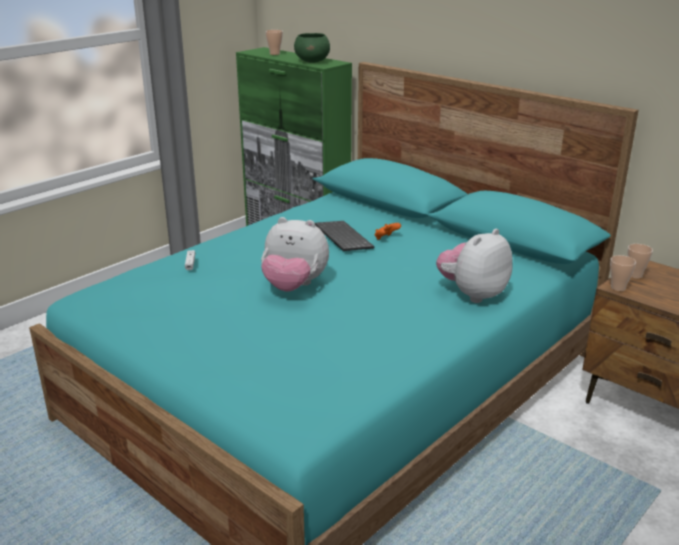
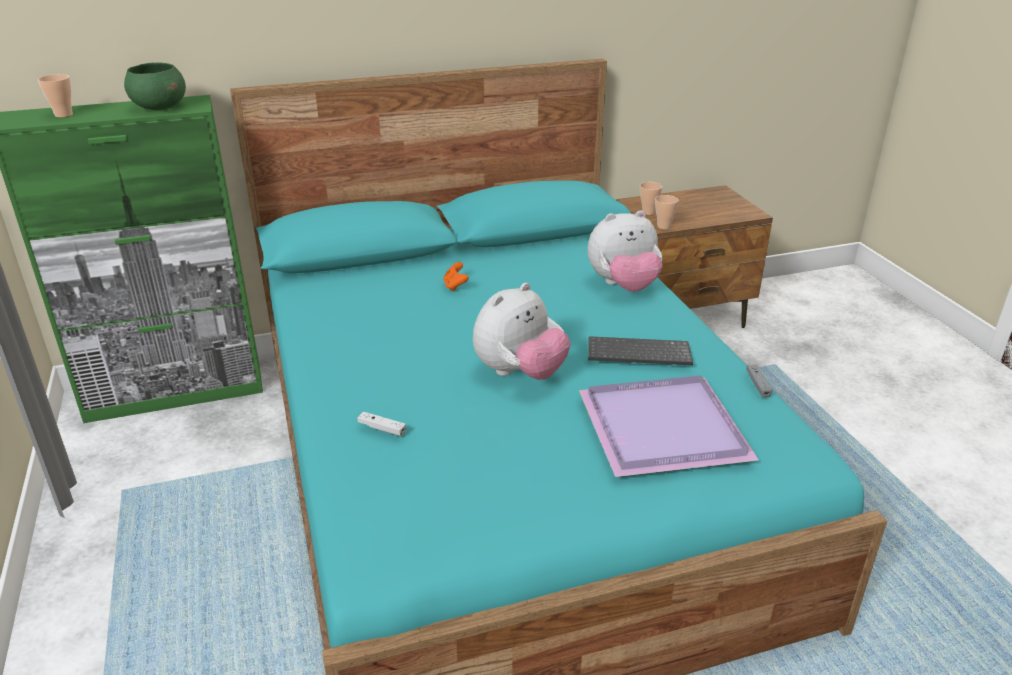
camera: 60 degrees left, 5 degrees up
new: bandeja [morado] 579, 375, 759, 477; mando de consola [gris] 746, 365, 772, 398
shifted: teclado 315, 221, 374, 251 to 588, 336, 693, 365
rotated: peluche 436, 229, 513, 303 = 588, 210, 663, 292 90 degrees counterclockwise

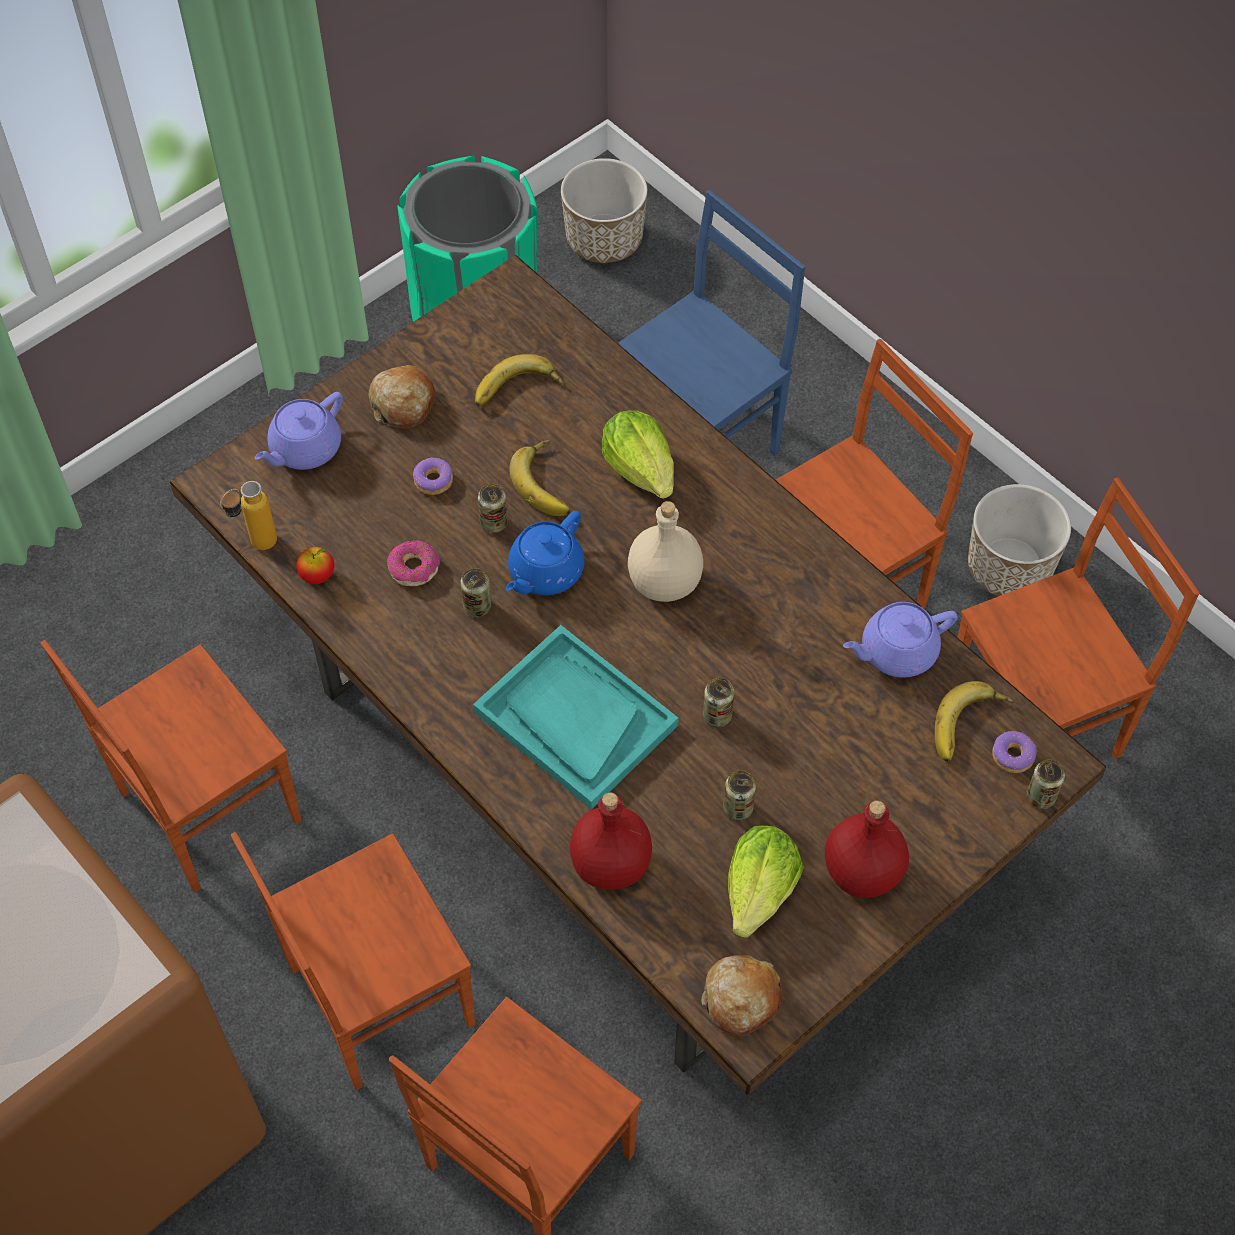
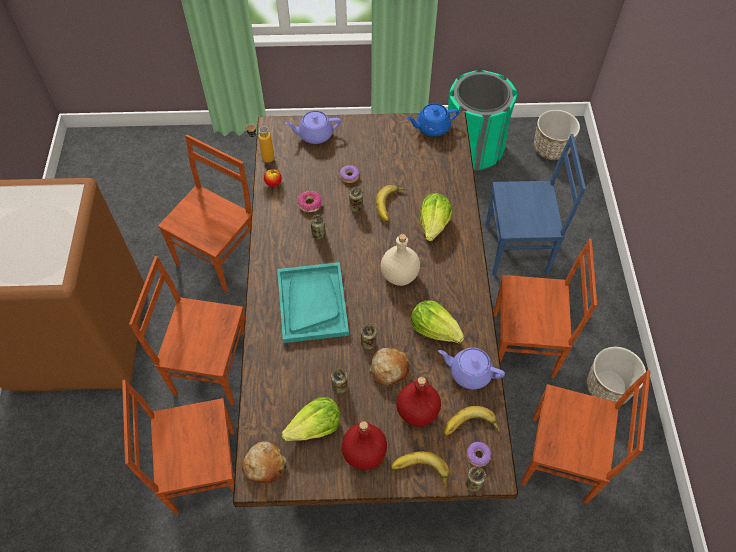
camera: 40 degrees right, 0 degrees up
new: lechuga 411, 300, 464, 343
shifted: pan 368, 365, 435, 428 to 370, 348, 409, 386; plátano 475, 354, 563, 406 to 391, 451, 449, 489; tetera [azul] 506, 511, 585, 595 to 406, 103, 459, 137; botella [rojo] 570, 792, 652, 890 to 396, 377, 441, 427
rotated: silla [marrón] 41, 640, 302, 892 = 158, 135, 252, 293 120 degrees clockwise

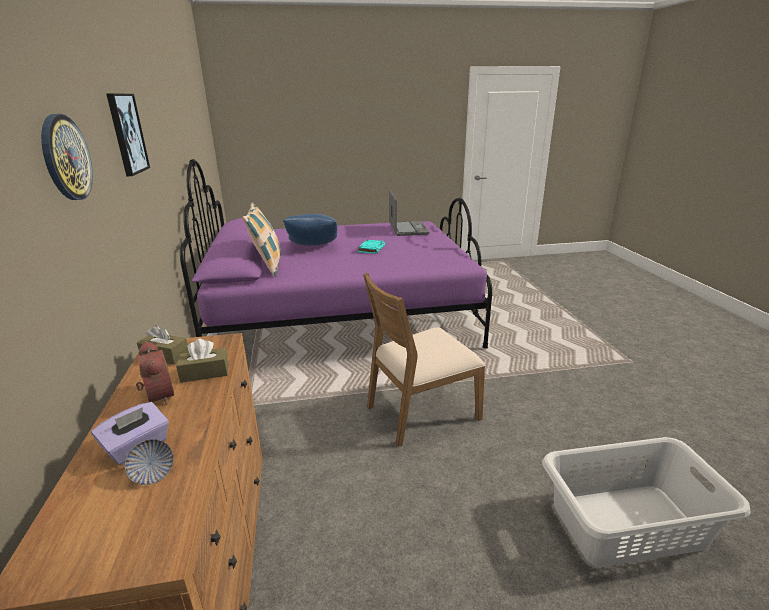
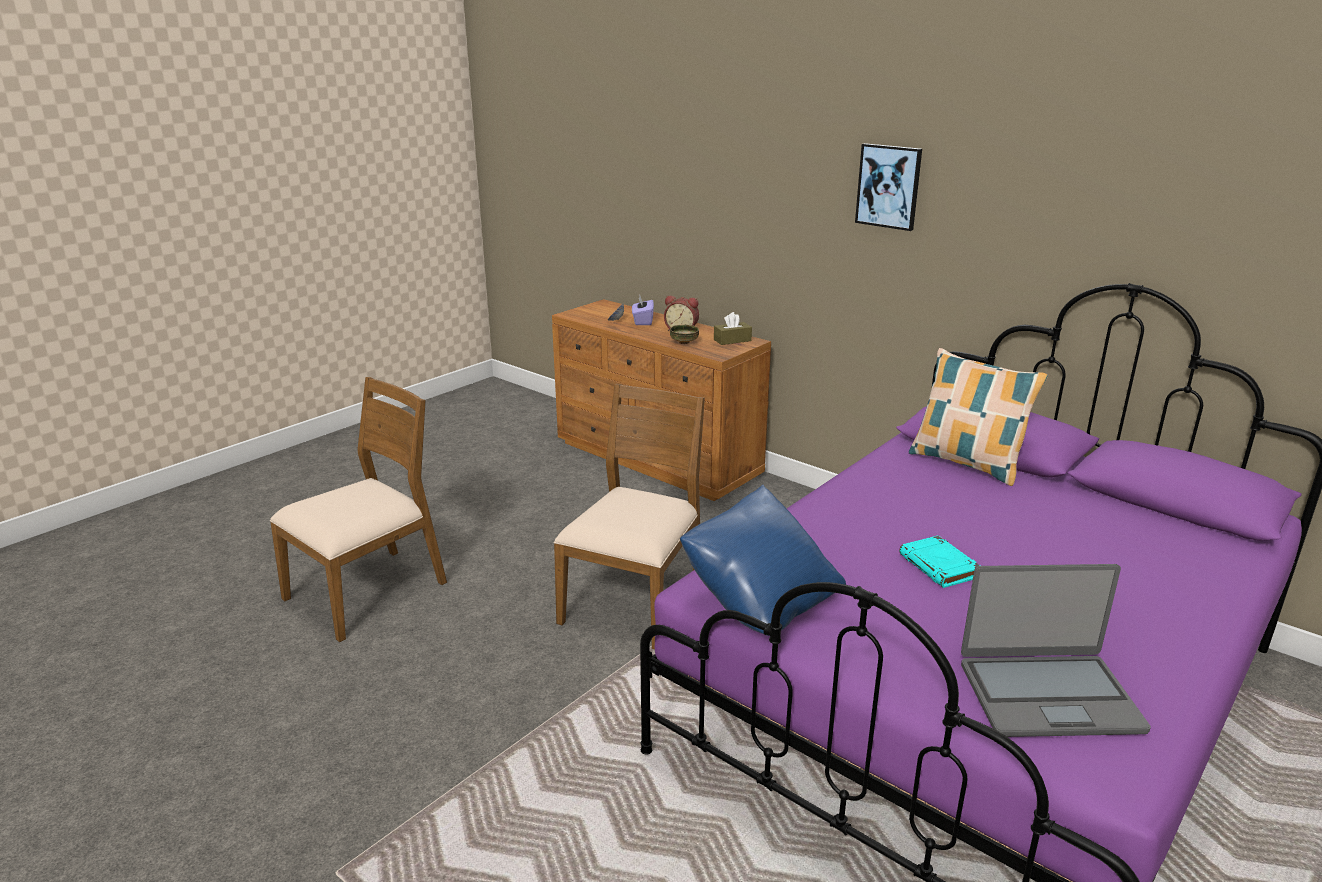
camera: 140 degrees right, 0 degrees up
gone: reloj de pared 41, 114, 93, 200
shifted: cojín [azul] 283, 214, 337, 246 to 680, 485, 846, 636
swapped: caja de pañuelos [marrón] 176, 339, 229, 383 to cuenco 670, 324, 699, 344; cesto de la ropa [gris] 542, 437, 750, 567 to silla [marrón] 270, 377, 447, 642
rotated: portátil 389, 191, 430, 236 = 961, 564, 1151, 737 45 degrees counterclockwise

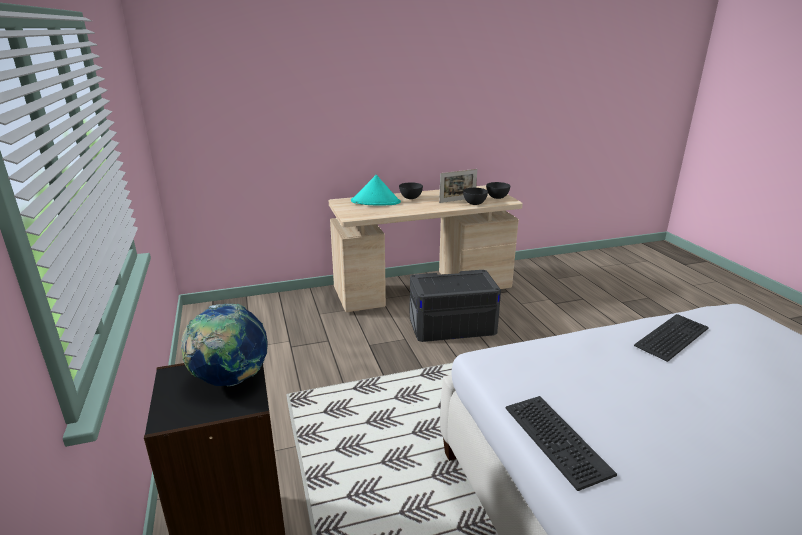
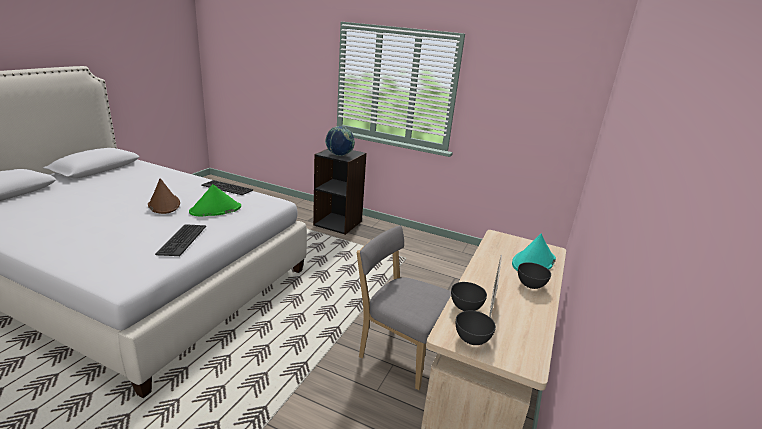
camera: 130 degrees right, 0 degrees up
new: sombrero [marrón] 148, 179, 180, 214; sombrero [verde] 189, 184, 241, 217
swapped: caja de almacenaje [gris] 410, 270, 501, 342 to silla [gris] 357, 226, 451, 390

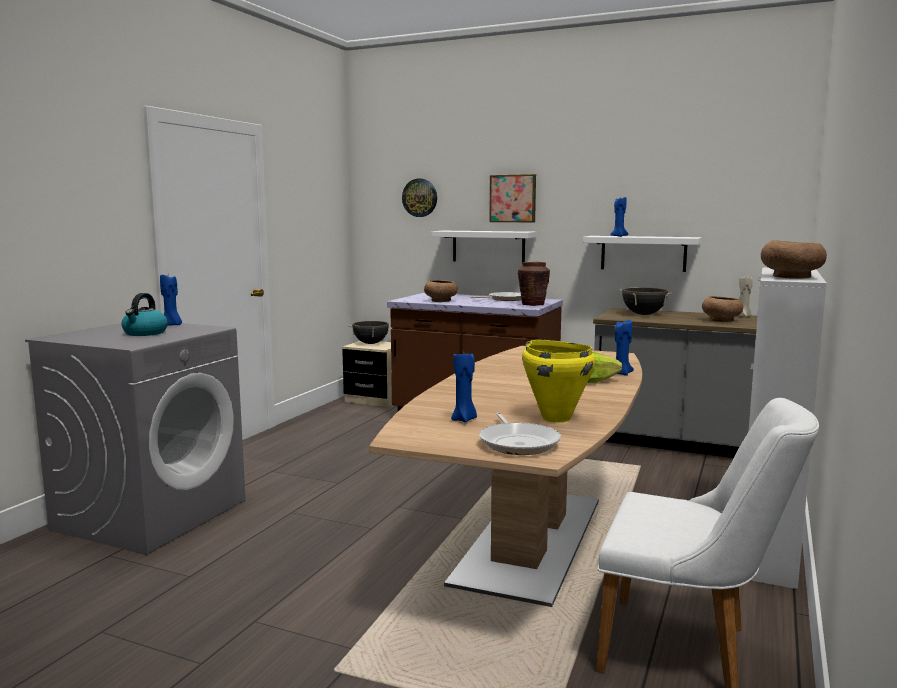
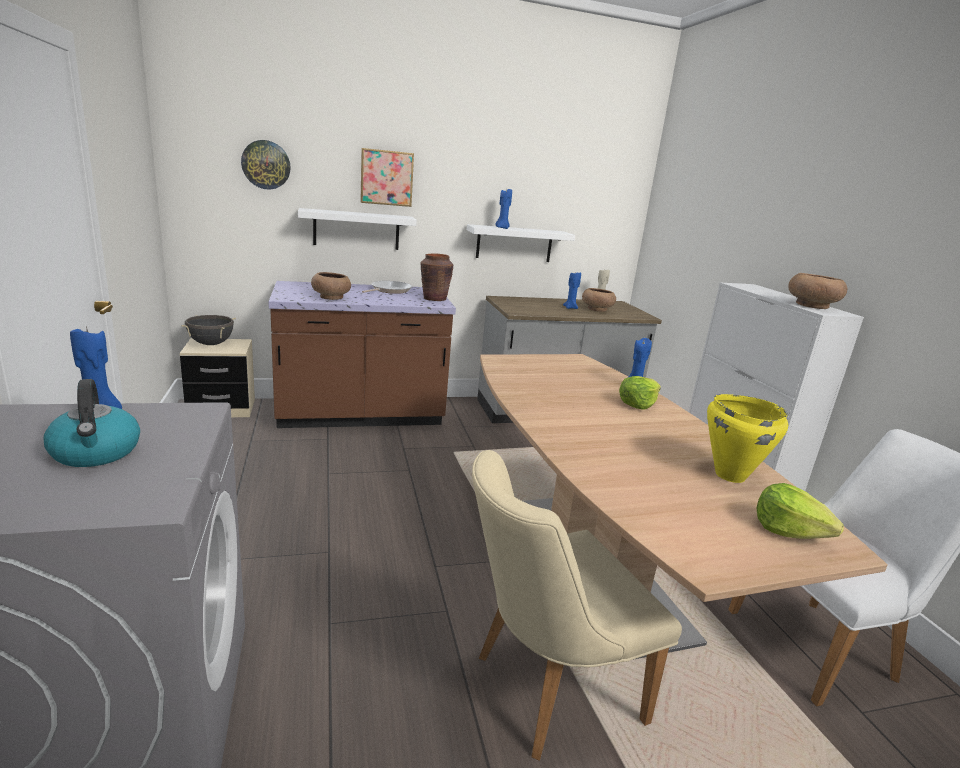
camera: 40 degrees left, 10 degrees up
gone: olla [negro] 619, 288, 672, 315
new: silla [beis] 472, 450, 682, 761
shifted: vela [azul] 451, 354, 477, 422 to 563, 272, 581, 309
swapped: sartén 479, 413, 561, 455 to lechuga 756, 483, 844, 539

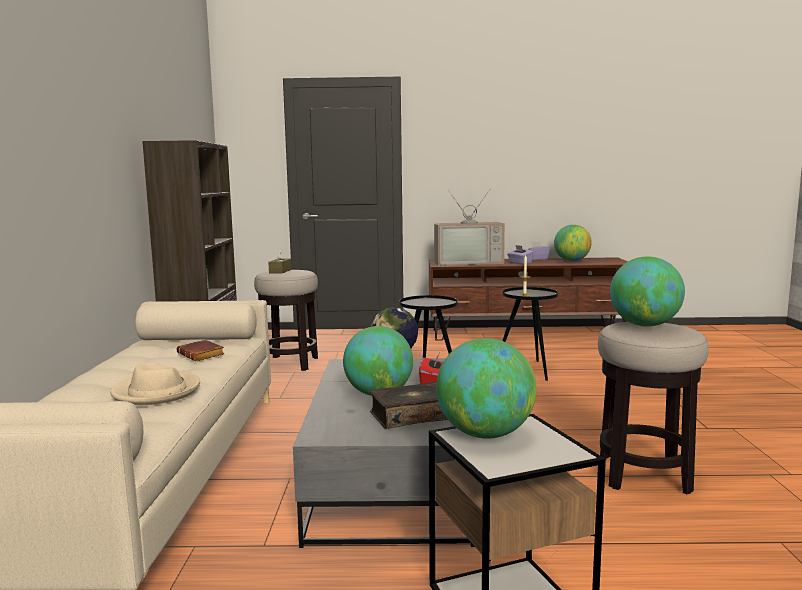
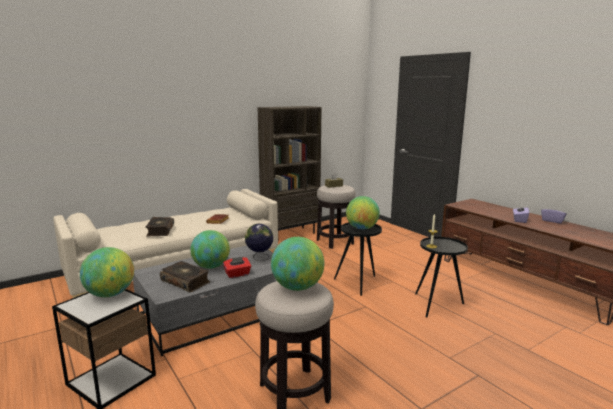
camera: 55 degrees right, 5 degrees up
gone: televisor 434, 190, 505, 266
shifted: globo terráqueo 554, 225, 592, 261 to 346, 196, 380, 229
swapped: sombrero [beis] 110, 363, 200, 406 to libro 146, 217, 174, 236

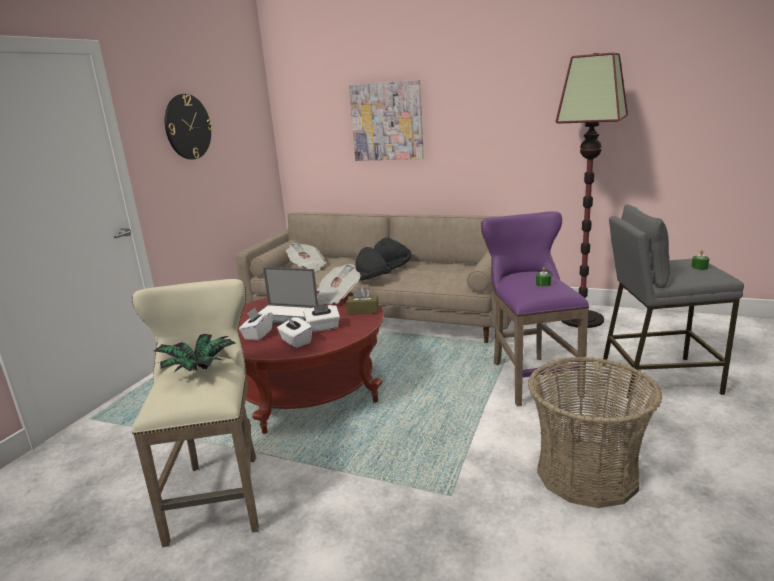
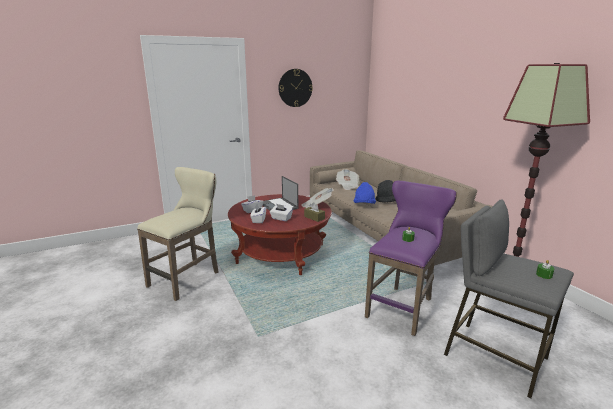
camera: 40 degrees right, 0 degrees up
gone: planta en maceta 154, 334, 235, 372; cuadro 349, 80, 424, 161; cesta 528, 357, 662, 508
repainted: sombrero [negro] 355, 247, 391, 280 to sombrero [azul] 354, 182, 376, 204

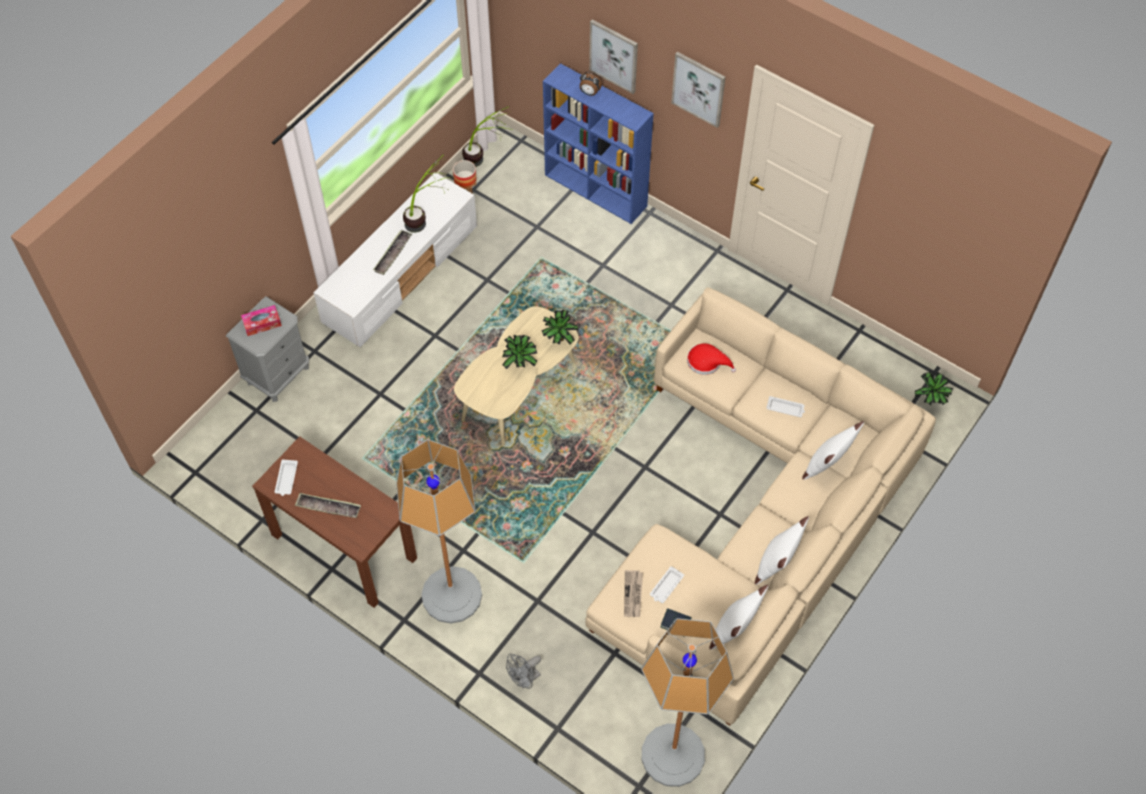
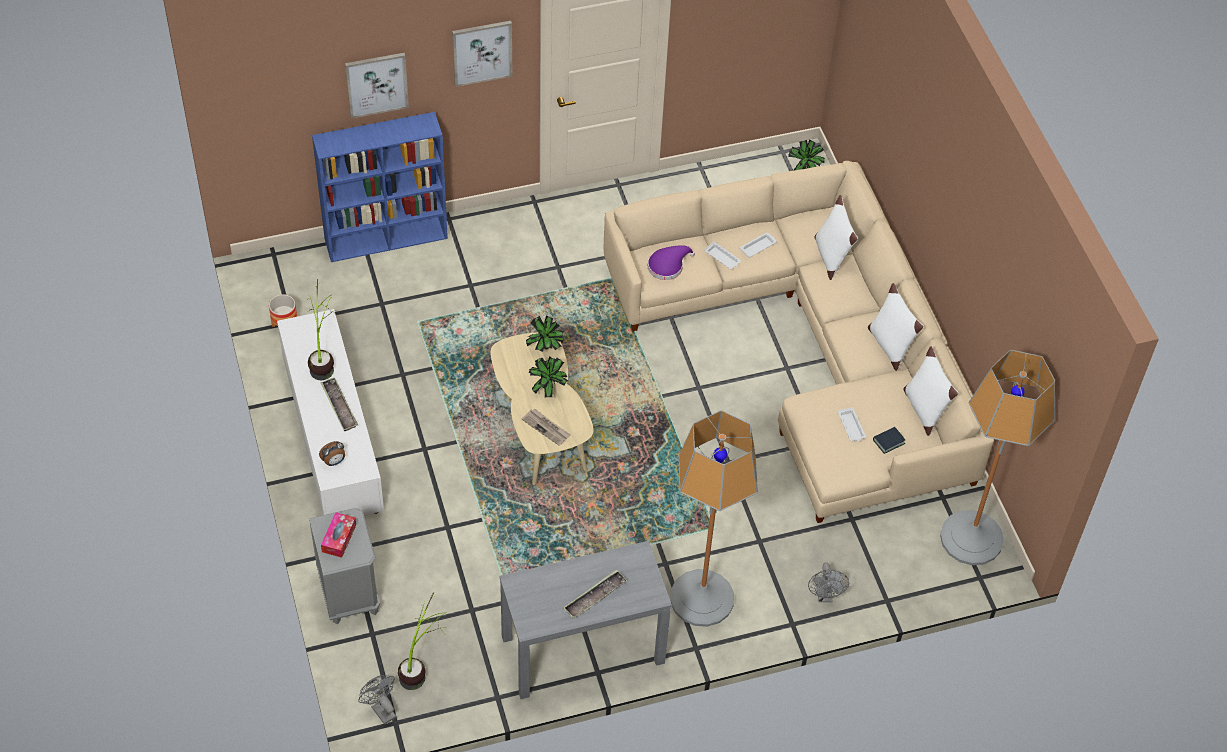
camera: 55 degrees left, 5 degrees down
new: ventilador [gris] 358, 675, 396, 725
shifted: bandeja [blanco] 275, 459, 298, 496 to 704, 242, 741, 269; planta en maceta 462, 106, 512, 167 to 398, 592, 445, 690; despertador 580, 72, 602, 96 to 319, 441, 345, 466; periódico 624, 570, 643, 617 to 522, 409, 571, 446
repainted: mesa consola [marrón] 252, 436, 417, 608 to mesa consola [gris] 499, 541, 672, 699; sombrero [rojo] 687, 343, 736, 375 to sombrero [morado] 648, 245, 695, 280

